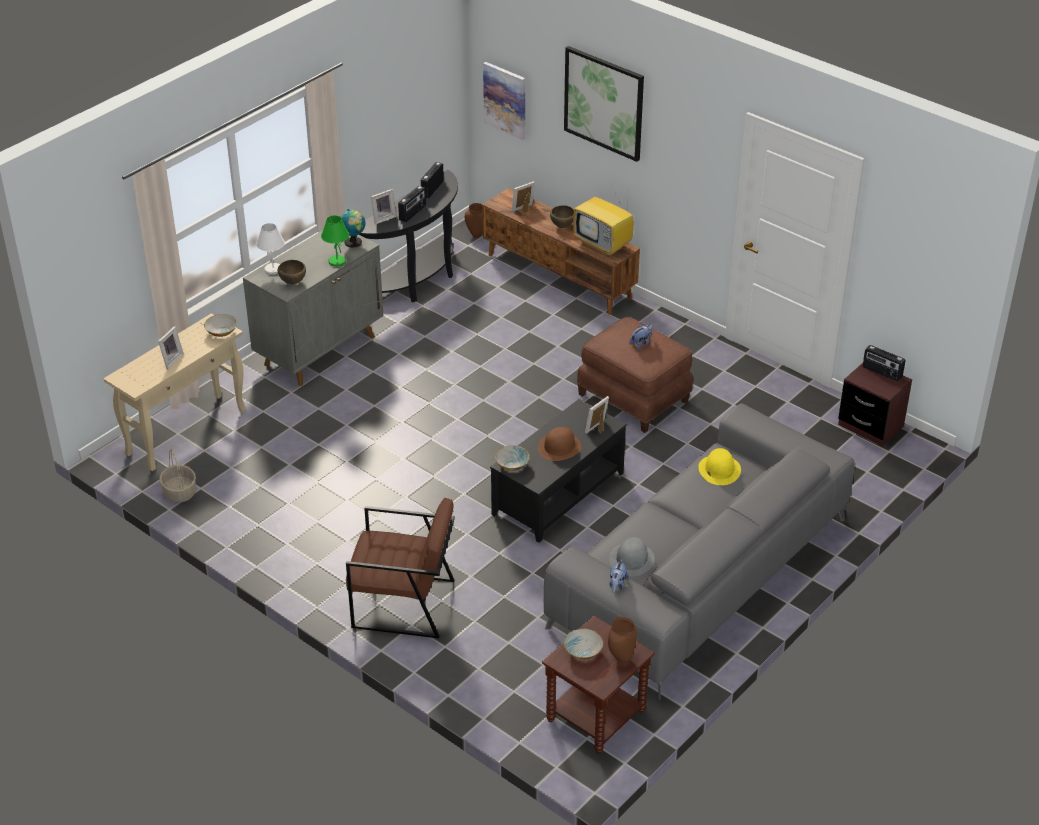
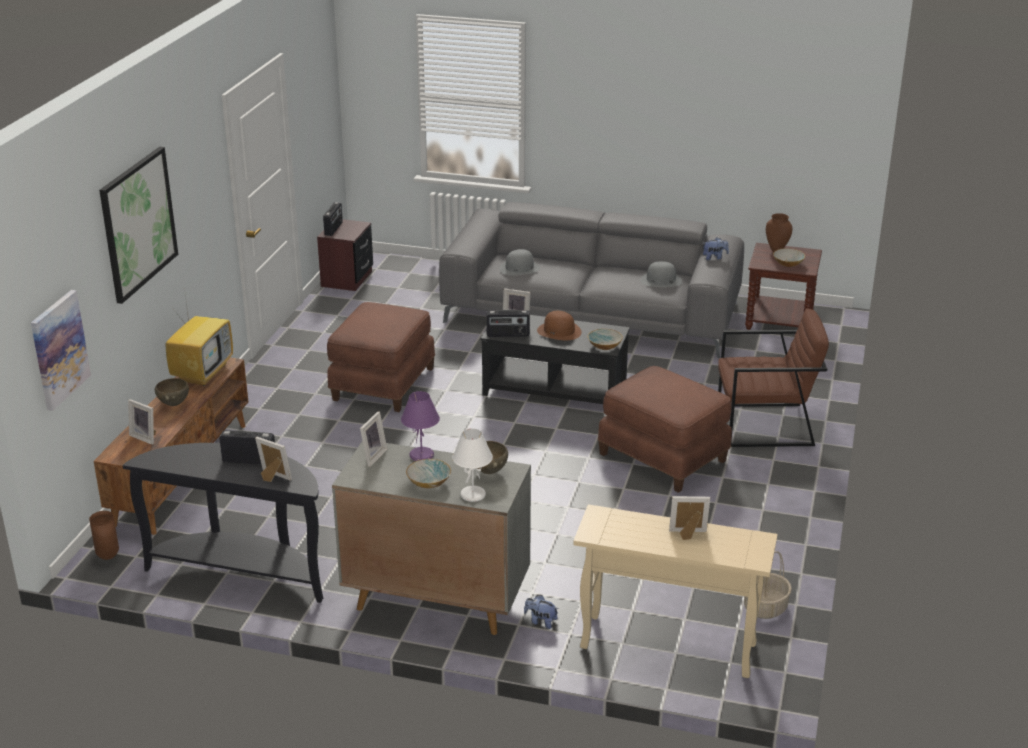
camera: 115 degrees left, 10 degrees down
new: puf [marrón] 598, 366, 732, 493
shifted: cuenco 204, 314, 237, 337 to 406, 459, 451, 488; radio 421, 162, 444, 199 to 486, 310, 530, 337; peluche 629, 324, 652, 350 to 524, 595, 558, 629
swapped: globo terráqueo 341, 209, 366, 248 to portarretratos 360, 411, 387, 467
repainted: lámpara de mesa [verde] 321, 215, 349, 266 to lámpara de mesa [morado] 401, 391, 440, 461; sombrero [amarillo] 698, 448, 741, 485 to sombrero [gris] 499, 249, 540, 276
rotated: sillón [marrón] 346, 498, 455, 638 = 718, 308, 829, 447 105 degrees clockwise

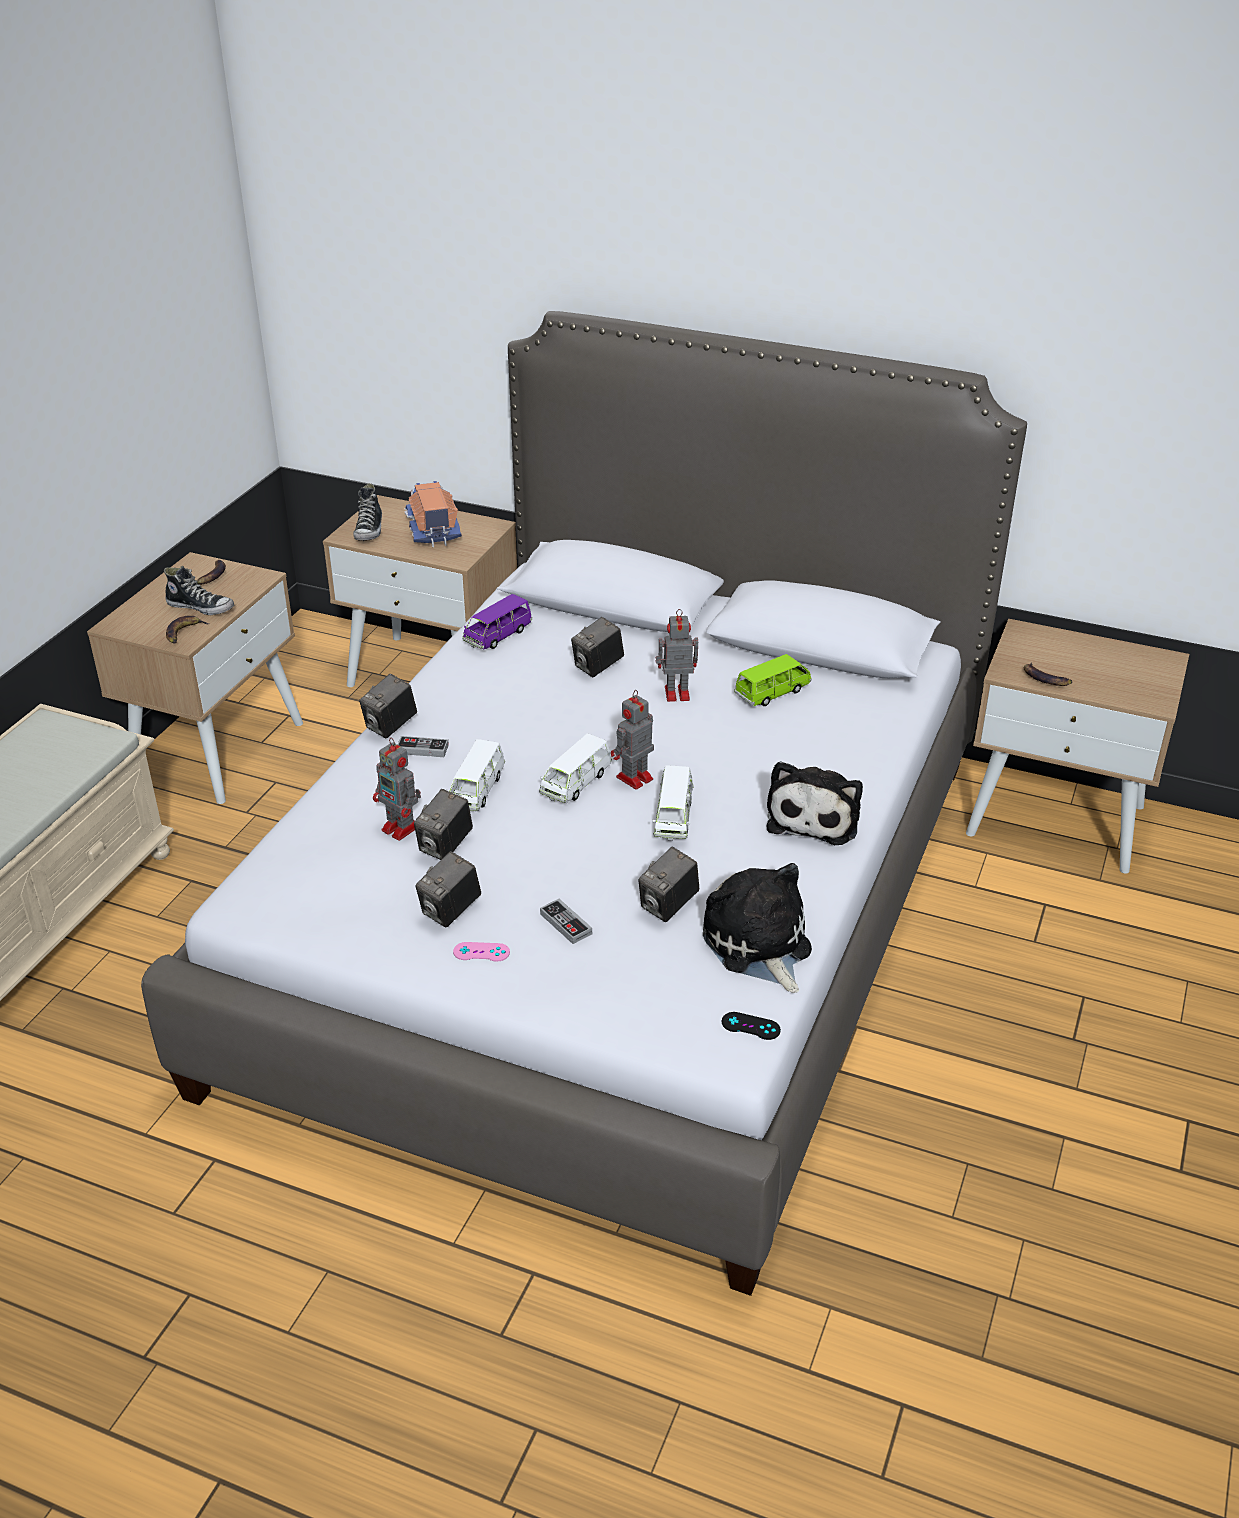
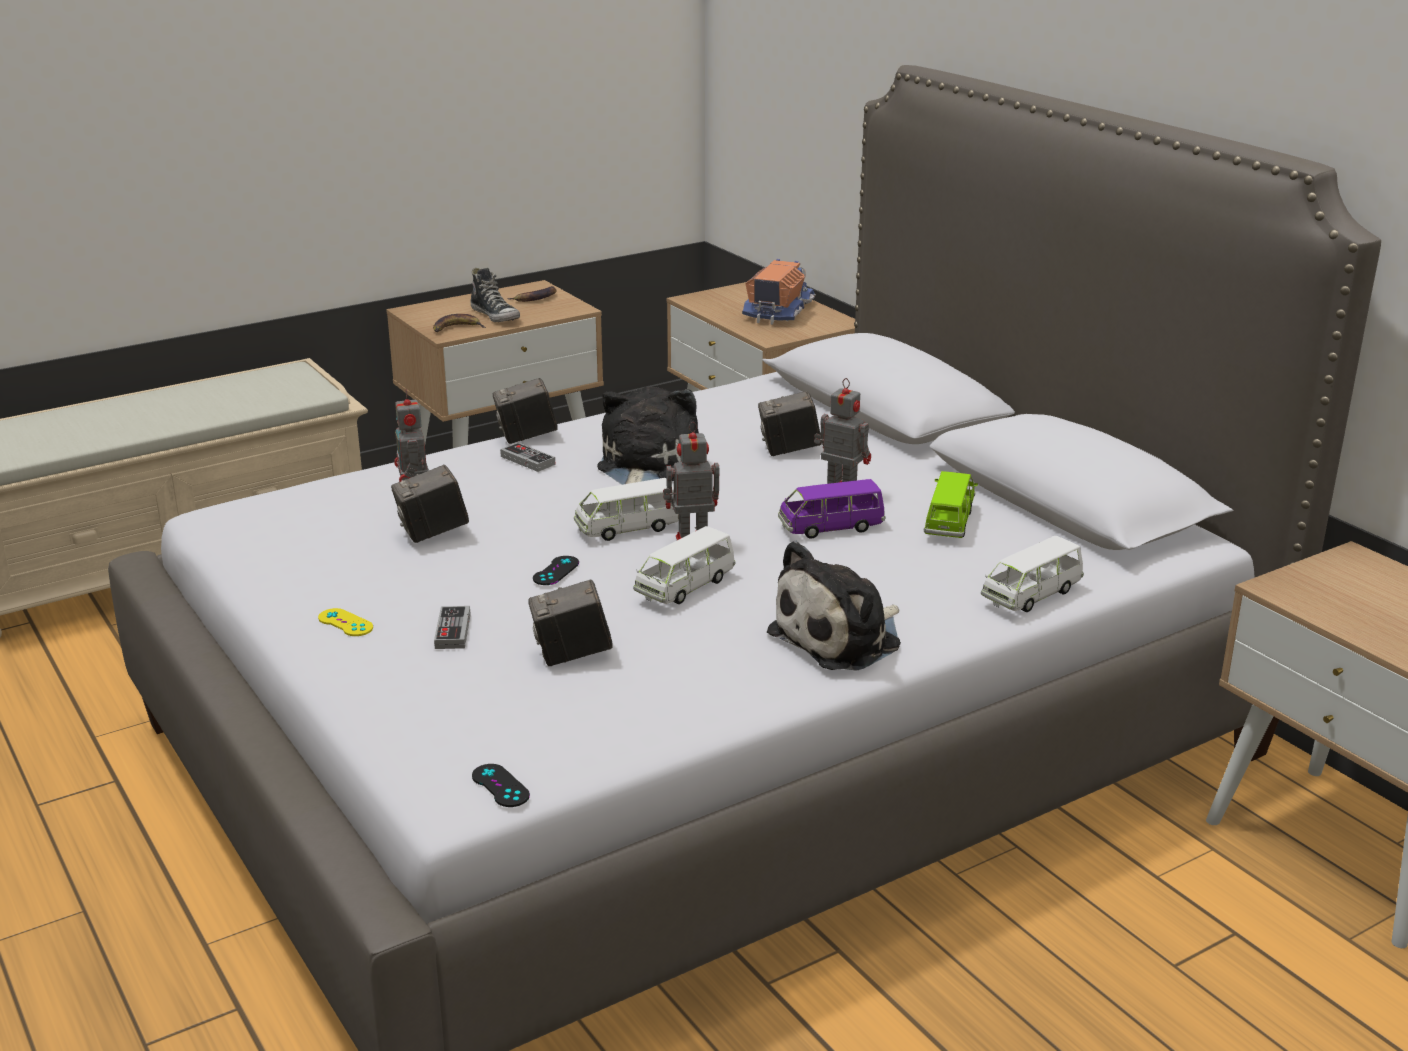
camera: 35 degrees right, 10 degrees down
gone: zapato 353, 483, 382, 541; cámara 415, 851, 481, 927; plátano 1024, 662, 1072, 686
new: mando de consola [negro] 533, 556, 579, 585
shifted: coche de juguete [blanco] 447, 739, 505, 811 to 981, 536, 1084, 612; coche de juguete [morado] 462, 594, 532, 649 to 778, 479, 885, 539; peluche 703, 863, 812, 993 to 597, 387, 699, 485
repainted: mando de consola [rosa] 453, 942, 510, 962 to mando de consola [amarillo] 318, 608, 373, 636
rotated: coche de juguete [verde] 734, 654, 812, 706 = 924, 471, 978, 538 75 degrees counterclockwise

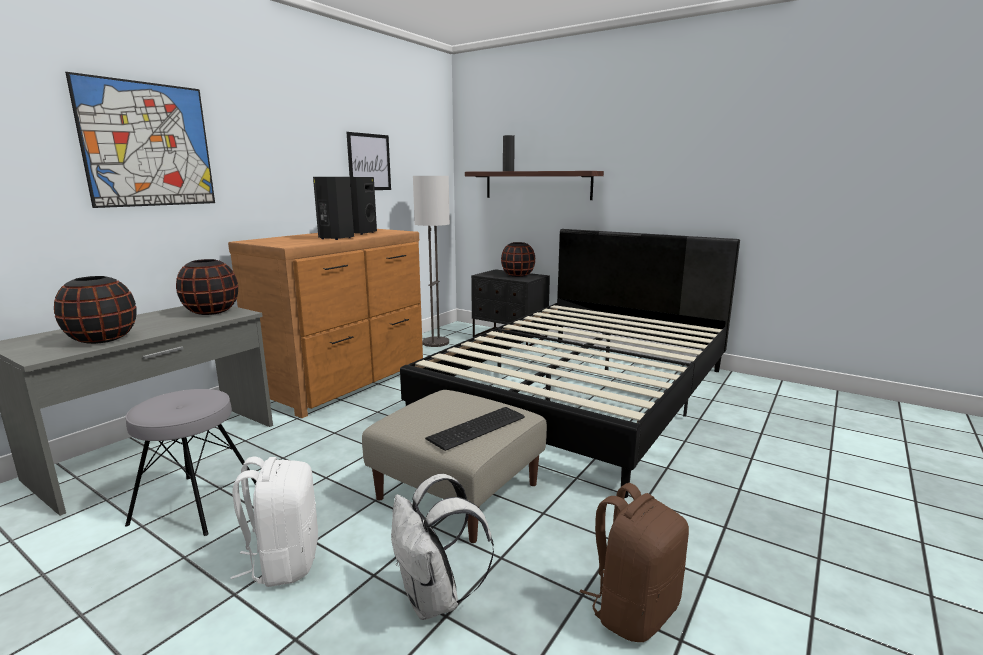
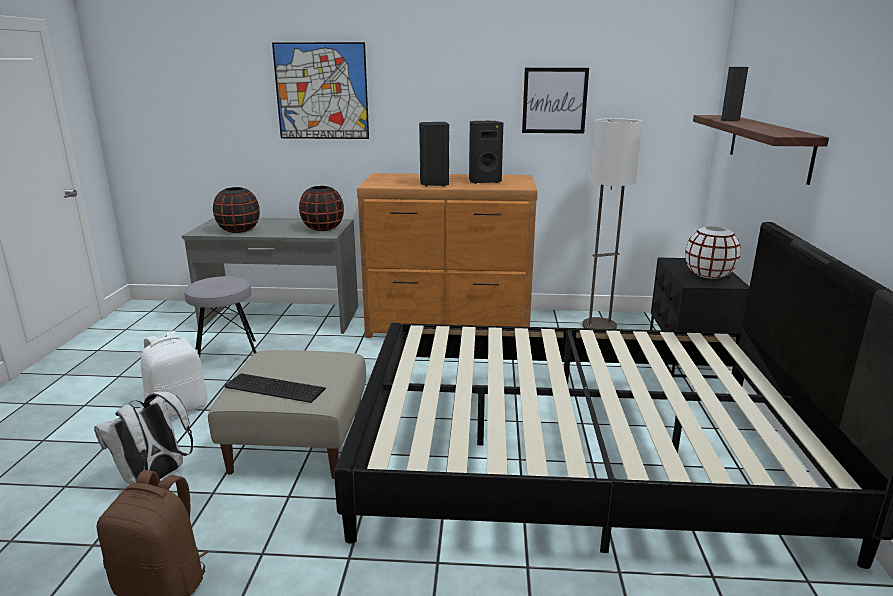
camera: 60 degrees right, 5 degrees up
repainted: florero [negro] 501, 242, 535, 277 to florero [blanco] 685, 226, 741, 279

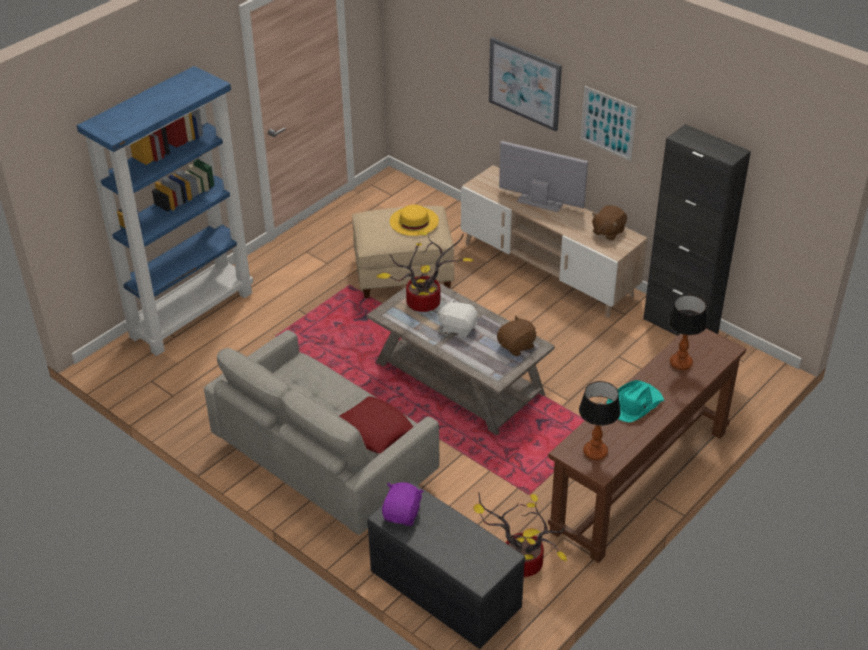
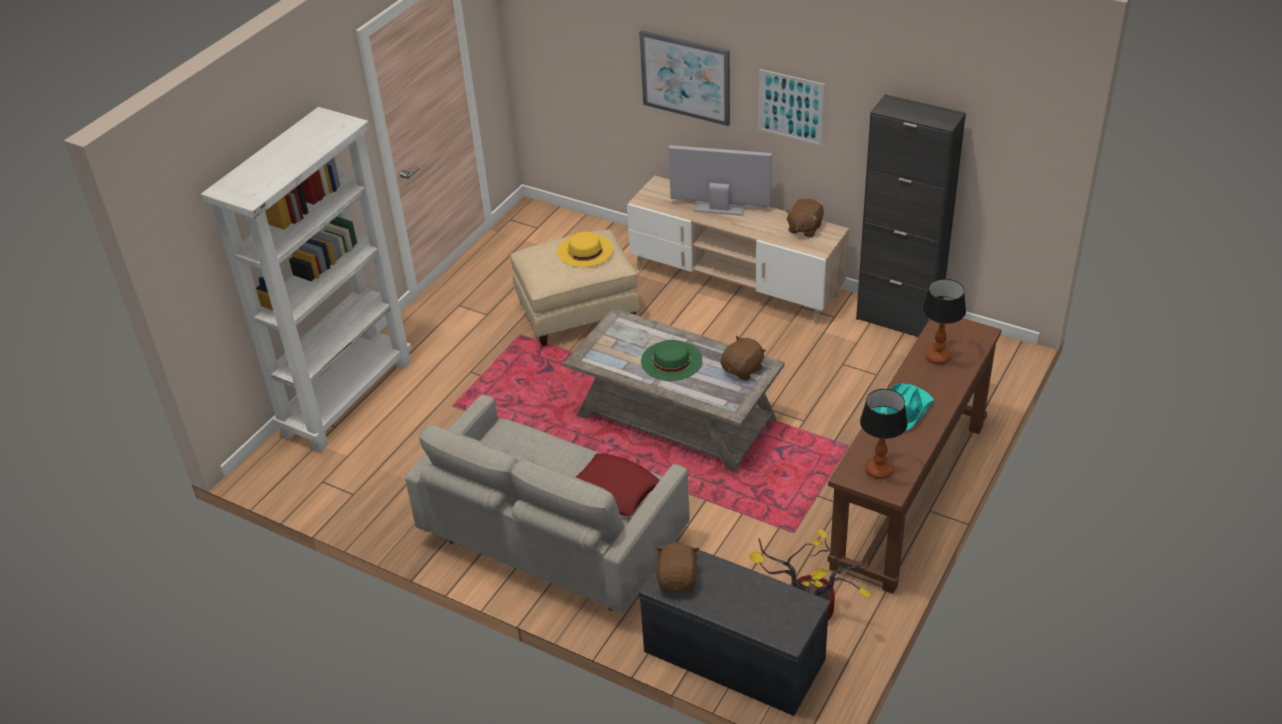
camera: 10 degrees left, 0 degrees up
gone: planta en maceta 376, 231, 473, 312
swapped: peluche [blanco] 437, 299, 478, 338 to sombrero [verde] 641, 340, 702, 381
repainted: estantería [azul] 77, 66, 254, 356 to estantería [blanco] 201, 107, 412, 452; peluche [morado] 382, 482, 423, 526 to peluche [marrón] 656, 543, 699, 591

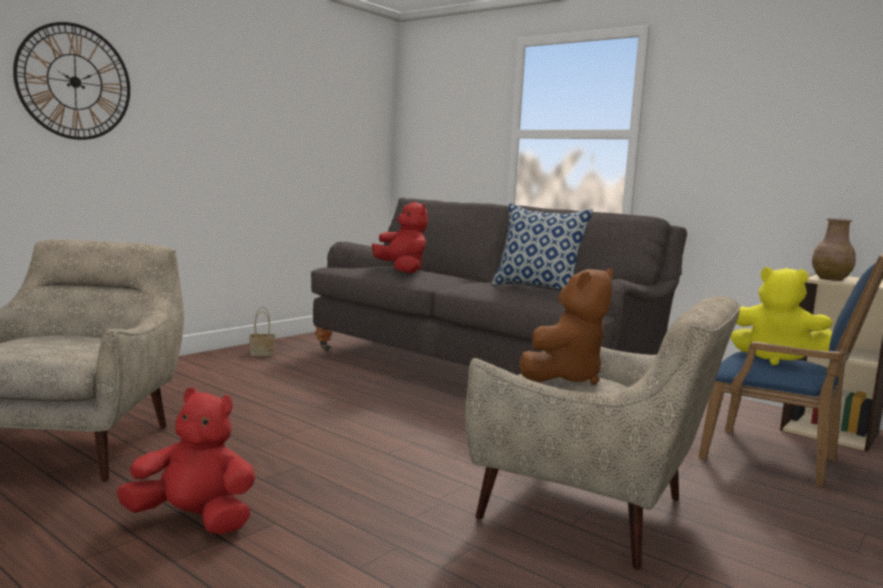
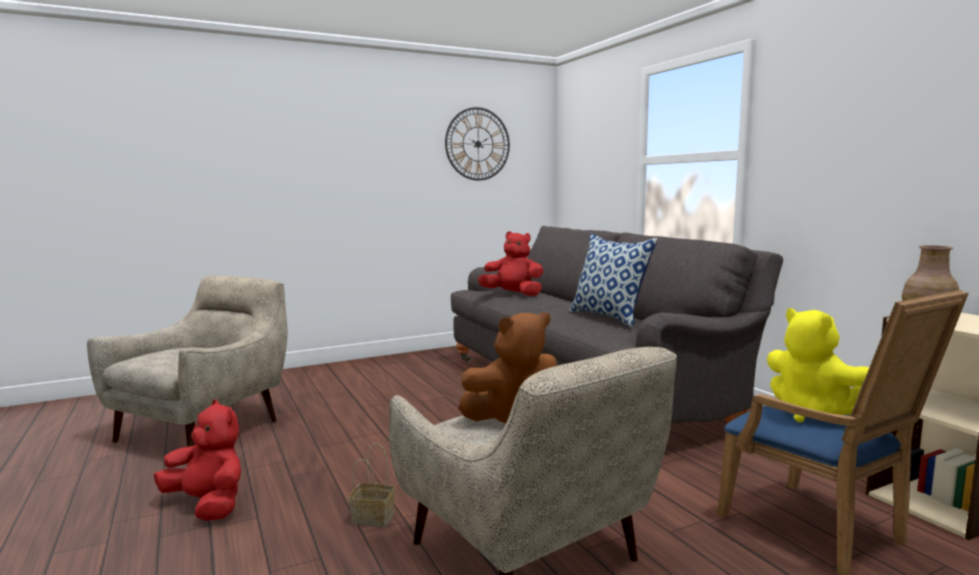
camera: 25 degrees right, 0 degrees up
shifted: reloj de pared 13, 22, 130, 140 to 445, 107, 510, 181; cesta 249, 307, 275, 356 to 349, 443, 395, 527
rotated: peluche [rojo] 372, 201, 428, 273 = 478, 231, 544, 296 60 degrees counterclockwise

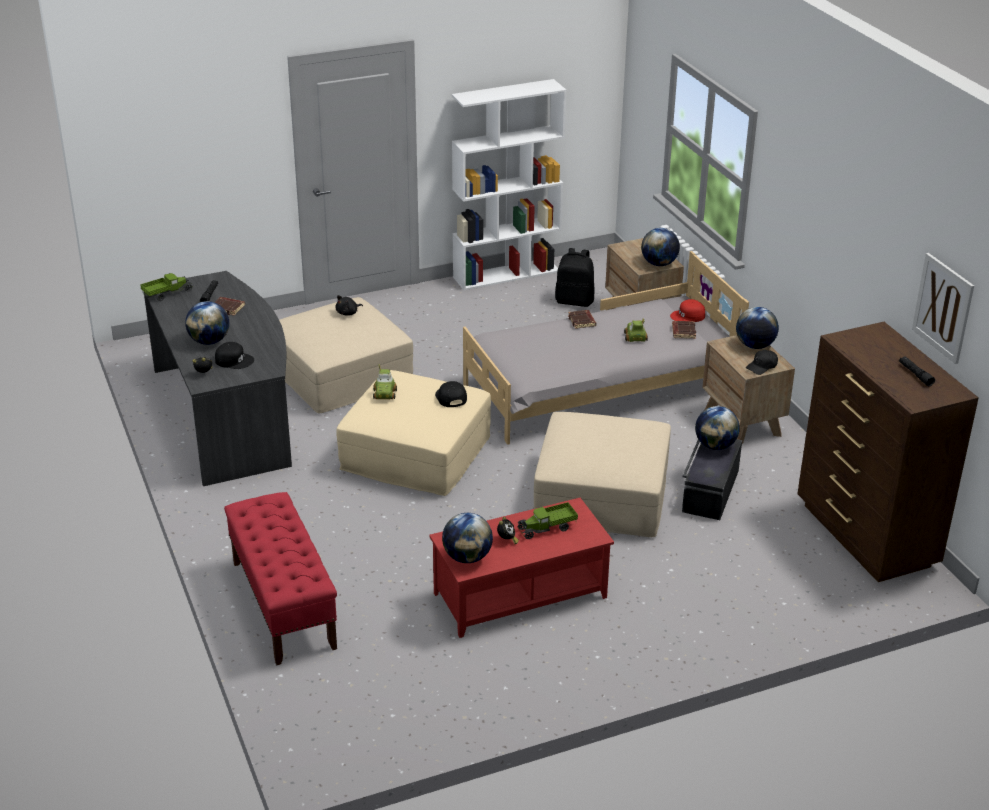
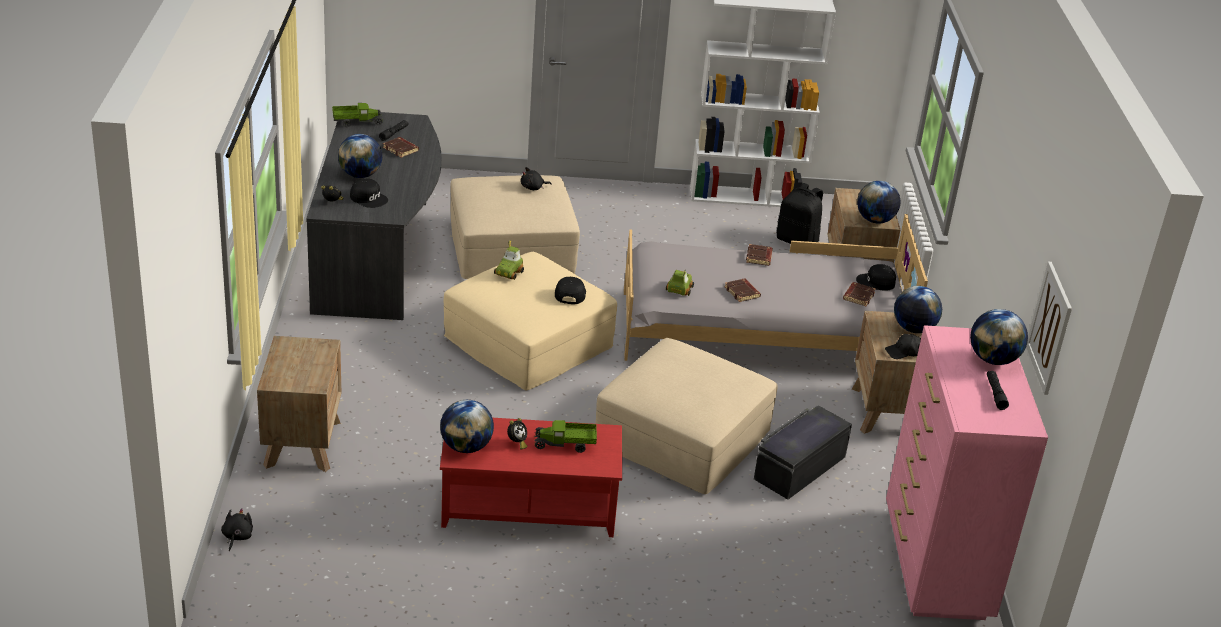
camera: 20 degrees right, 0 degrees up
new: peluche [negro] 221, 508, 253, 551; libro [marrón] 724, 279, 761, 302
shifted: coche de juguete 624, 318, 648, 342 to 666, 270, 694, 296; globo terráqueo 695, 406, 740, 450 to 970, 309, 1028, 365
swapped: banco [rojo] 224, 492, 337, 665 to mesita de noche [marrón] 257, 336, 341, 472
repainted: gorra [rojo] 670, 299, 705, 322 to gorra [negro] 856, 264, 896, 291; cómoda [marrón] 797, 322, 979, 582 to cómoda [rosa] 886, 325, 1048, 620

